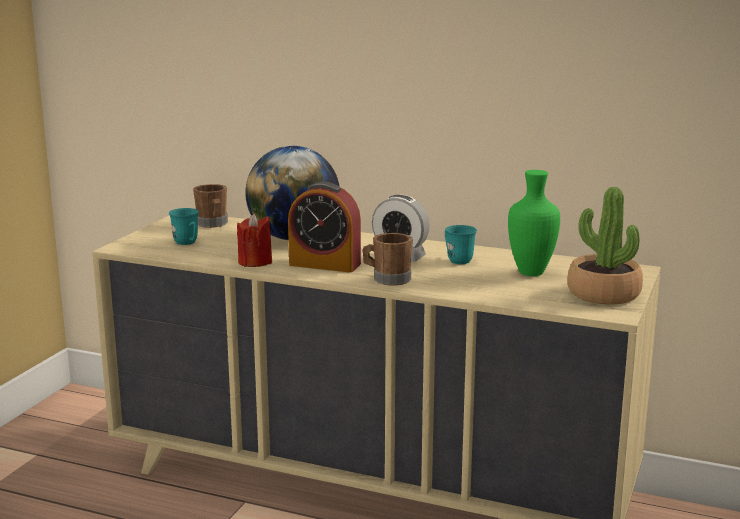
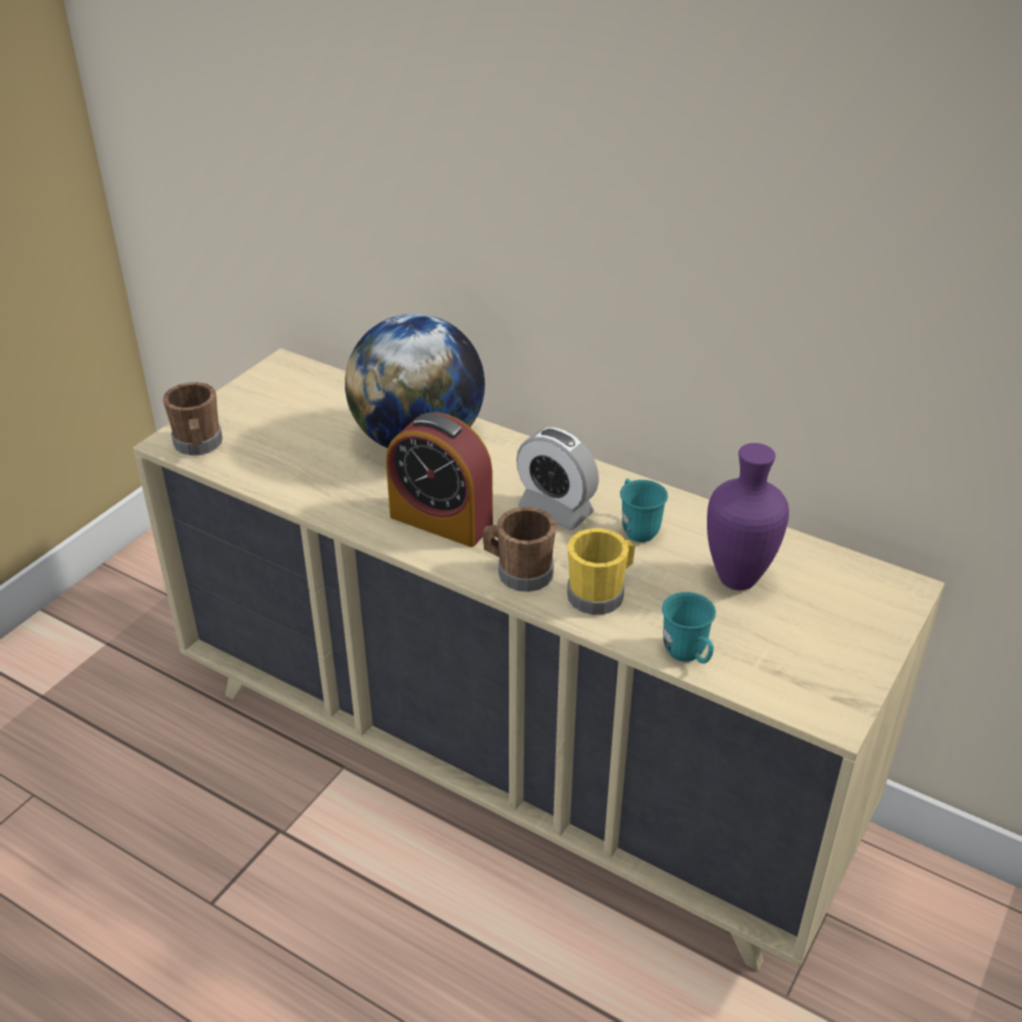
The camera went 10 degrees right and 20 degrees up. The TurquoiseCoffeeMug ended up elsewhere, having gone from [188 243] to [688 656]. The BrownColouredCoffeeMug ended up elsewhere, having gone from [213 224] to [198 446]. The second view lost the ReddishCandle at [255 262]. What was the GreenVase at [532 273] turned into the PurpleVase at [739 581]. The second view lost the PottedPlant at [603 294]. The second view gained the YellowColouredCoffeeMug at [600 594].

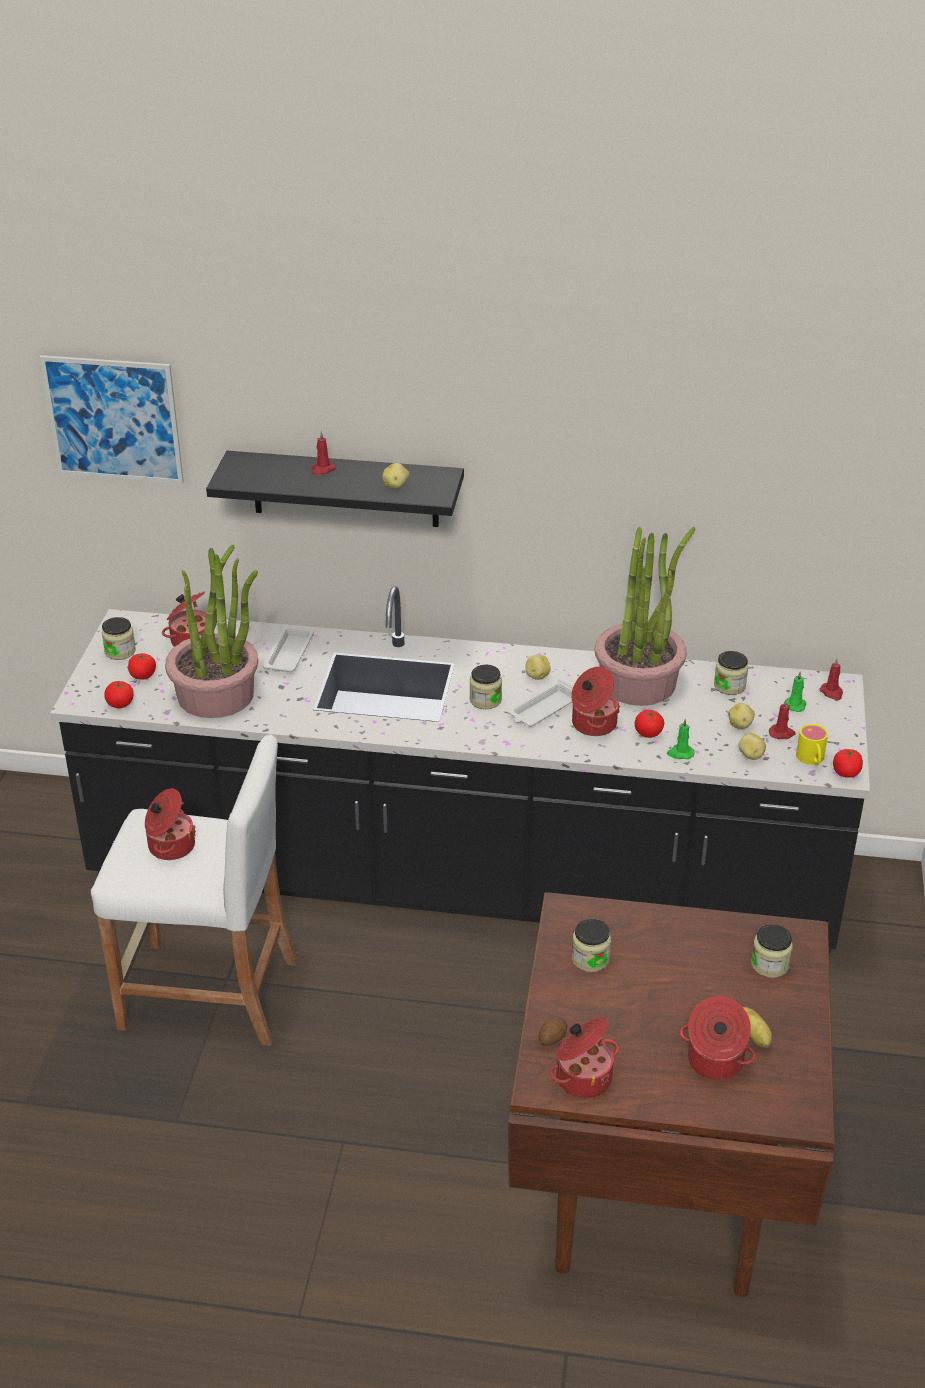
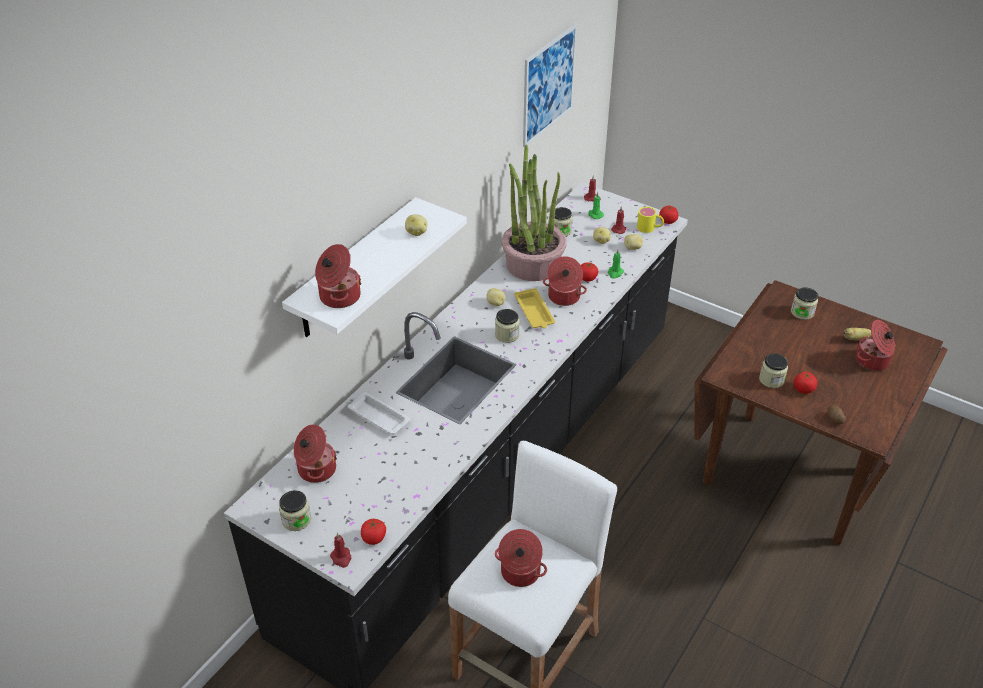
The camera went 65 degrees left and 5 degrees up. The WallArt ended up elsewhere, having gone from [113 419] to [548 85]. The Tomato ended up elsewhere, having gone from [143 675] to [803 389]. The second view lost the PottedPlant at [217 695]. What was the BlackColouredShelf at [345 489] turned into the WhitishShelf at [355 269]. The ReddishCandle ended up elsewhere, having gone from [322 470] to [341 558]. What was the WhitishCarryingTray at [544 709] turned into the YellowColouredCarryingTray at [534 312]. The Saucepot ended up elsewhere, having gone from [582 1077] to [338 296].

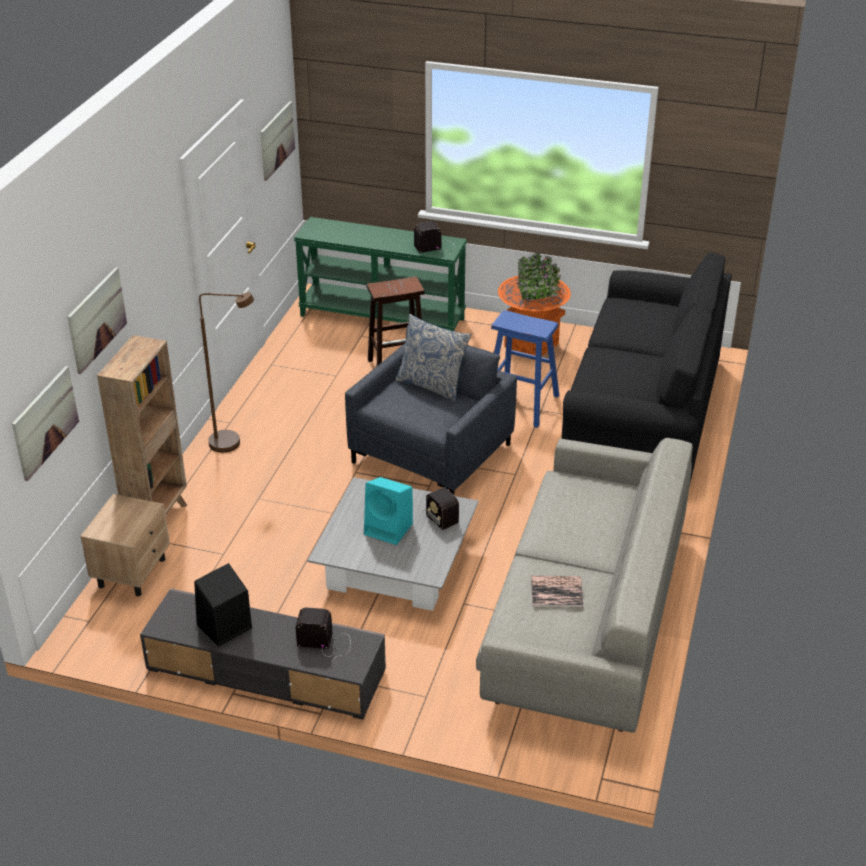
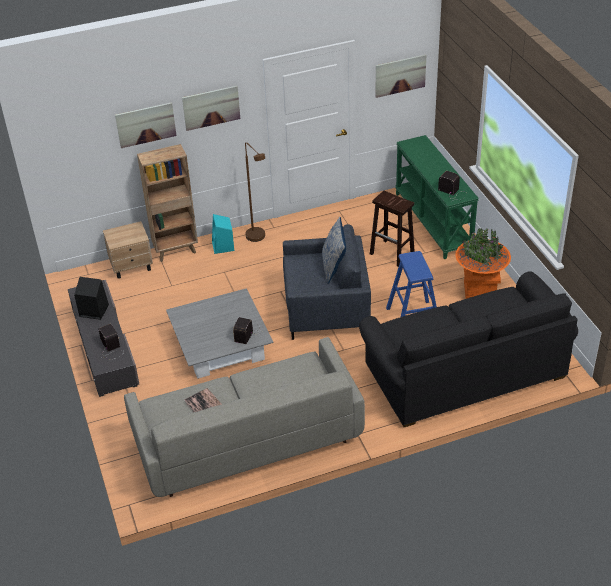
The camera went 55 degrees right and 5 degrees up. The WallArt ended up elsewhere, having gone from [45 422] to [211 107]. The TurquoiseSpeaker ended up elsewhere, having gone from [389 529] to [223 246].

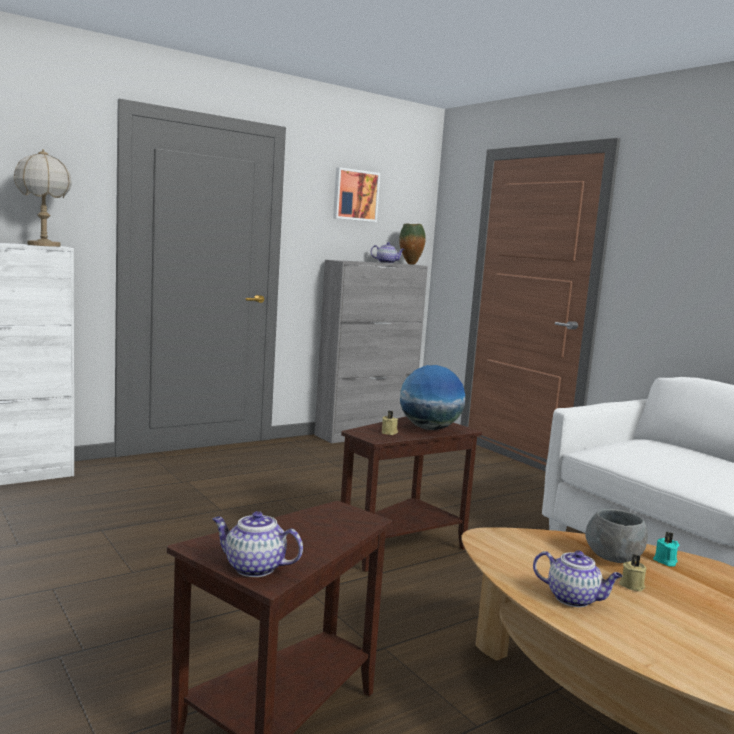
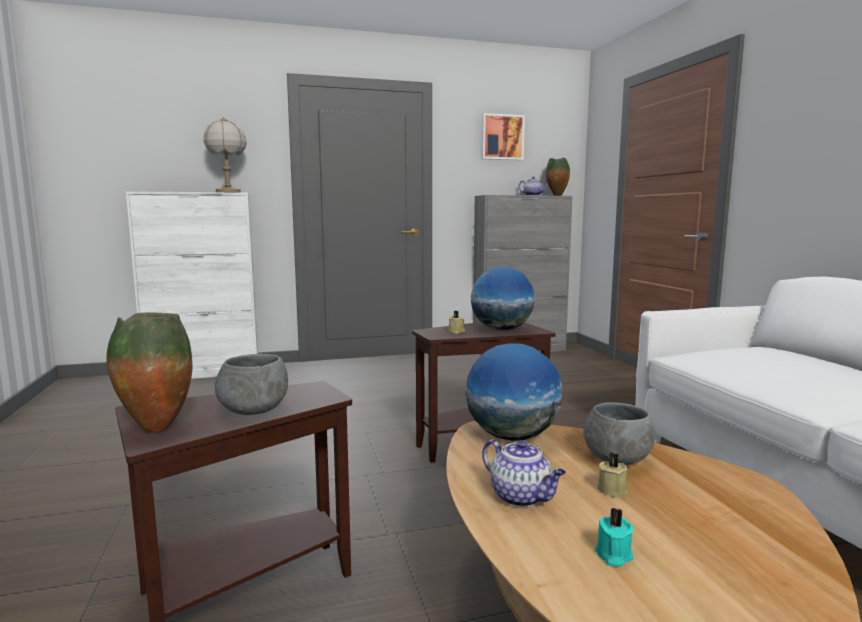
The camera went 20 degrees right and 0 degrees up. Where the TeaPot stood at [253 568], the Vase came to stand at [156 429]. The TurquoiseCandle ended up elsewhere, having gone from [665 561] to [613 555]. The second view gained the GrayBowl at [254 411]. The second view gained the WorldGlobe at [512 436].

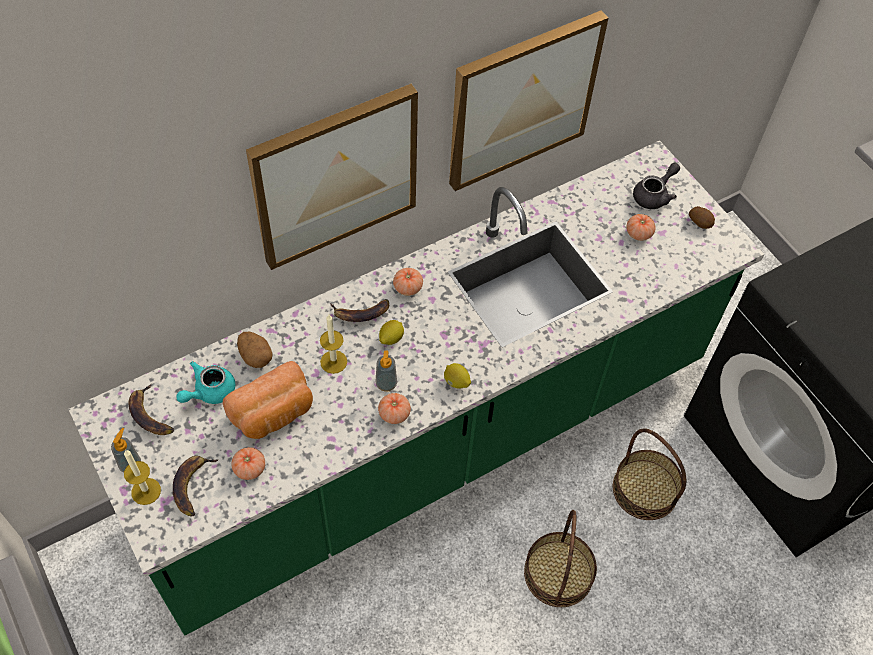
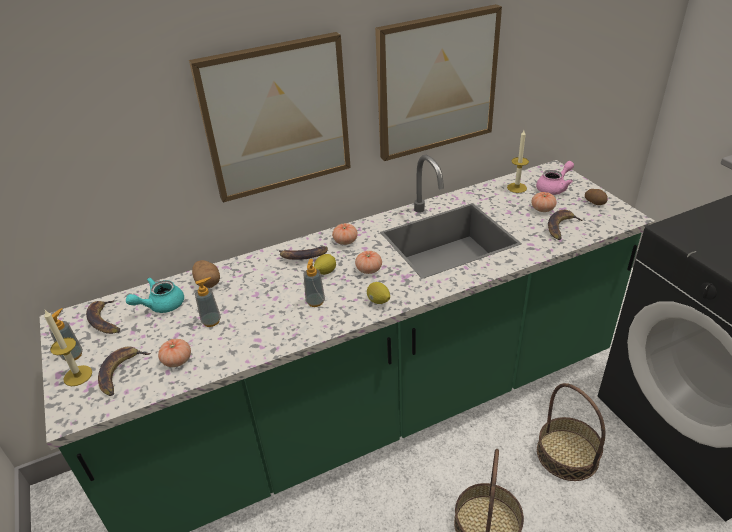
The camera went 10 degrees right and 20 degrees down. Where the BakeryBread stood at [274 414], the SoapBottle came to stand at [211 321]. The Candle ended up elsewhere, having gone from [333 362] to [517 187]. The Tomato ended up elsewhere, having gone from [394 414] to [369 269]. What was the GrayTeaPot at [654 195] turned into the PinkColouredTeaPot at [554 188]. The second view gained the Banana at [561 227].

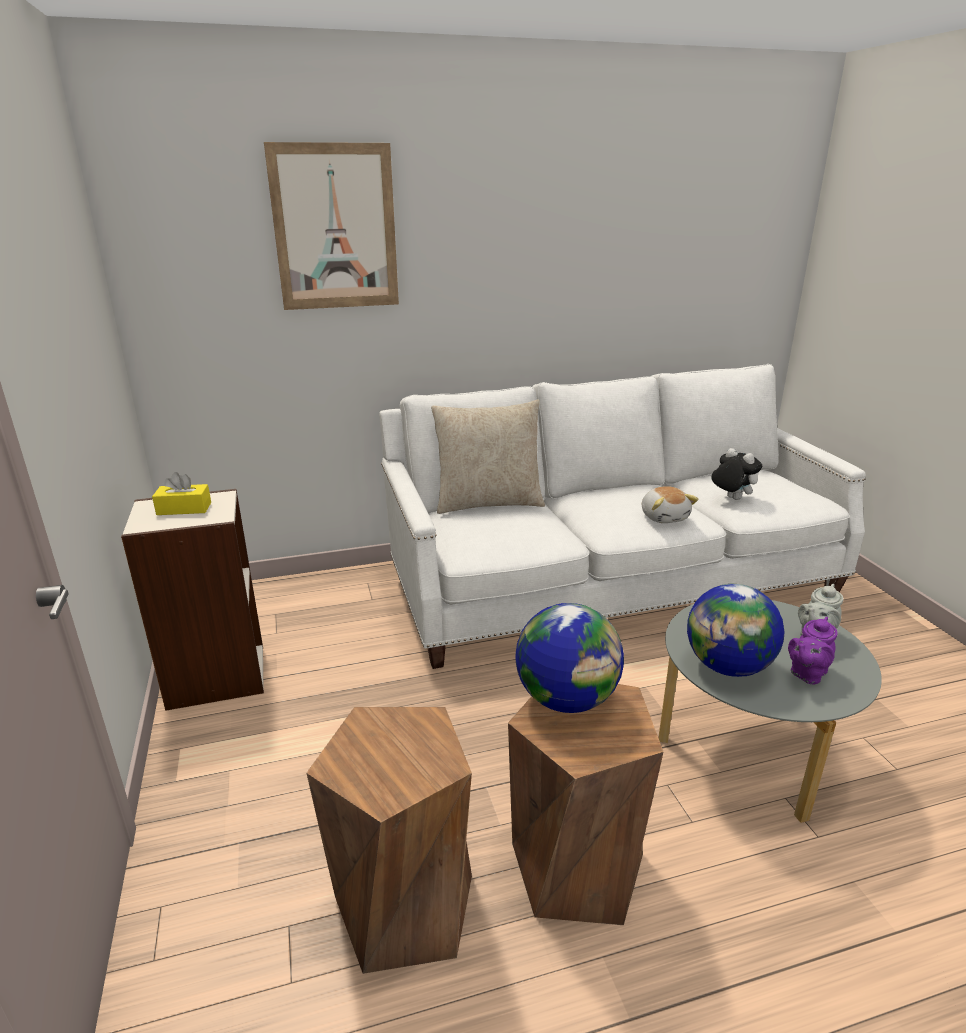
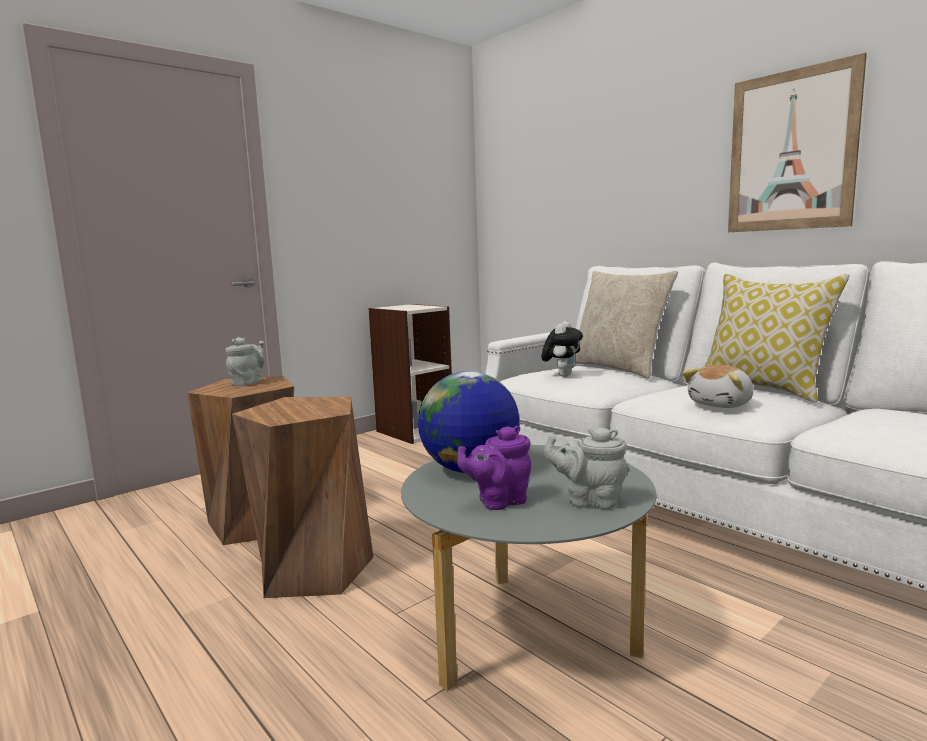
The camera went 65 degrees right and 15 degrees down. The second view lost the YellowColouredTissueBox at [184 509]. The WallArt ended up elsewhere, having gone from [335 228] to [791 151]. The second view lost the WorldGlobe at [567 699]. The SoftToy ended up elsewhere, having gone from [731 498] to [562 375]. The PurpleTeaPot at [806 673] ended up facing another way, 45 degrees counterclockwise from before. The second view gained the GrayTeaPot at [248 382]. The second view gained the Pillow at [763 388].

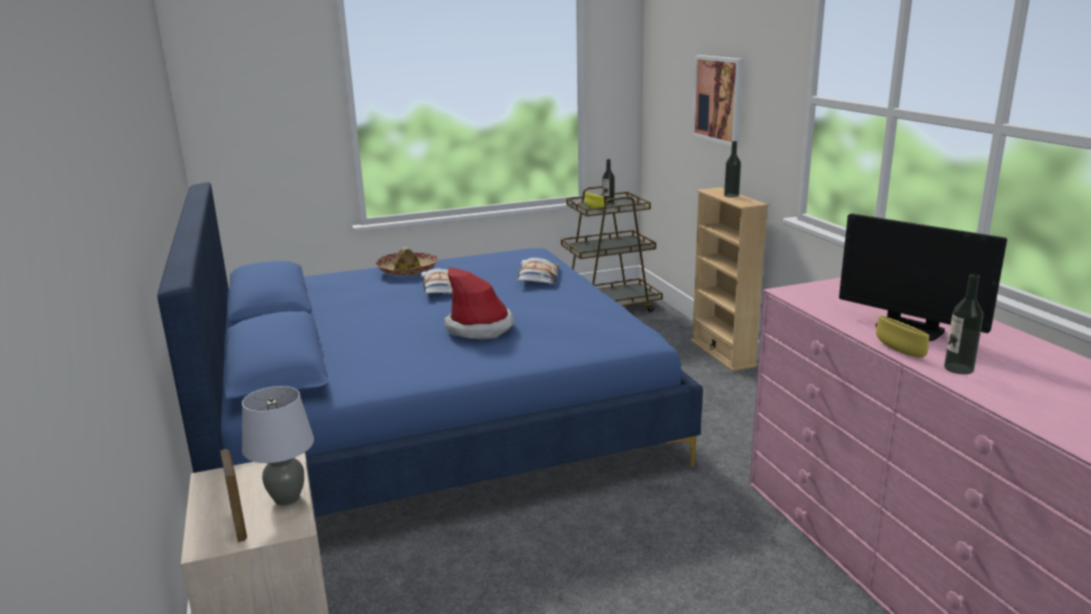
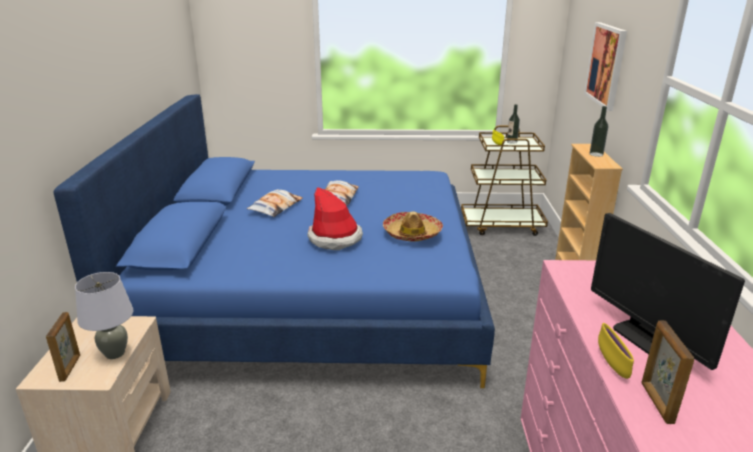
The camera went 20 degrees right and 5 degrees up. The ClothingHat ended up elsewhere, having gone from [407 270] to [412 233]. The Pillow ended up elsewhere, having gone from [537 277] to [275 207]. Where the DrinkBottle stood at [958 368], the PhotoFrame came to stand at [656 402].

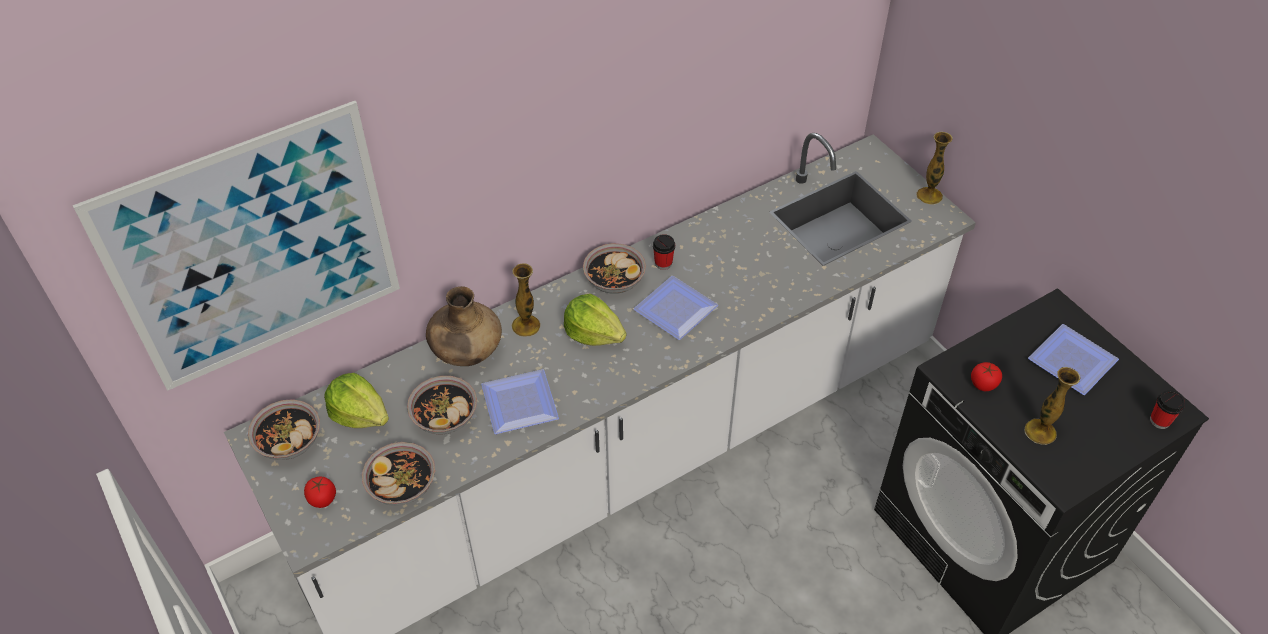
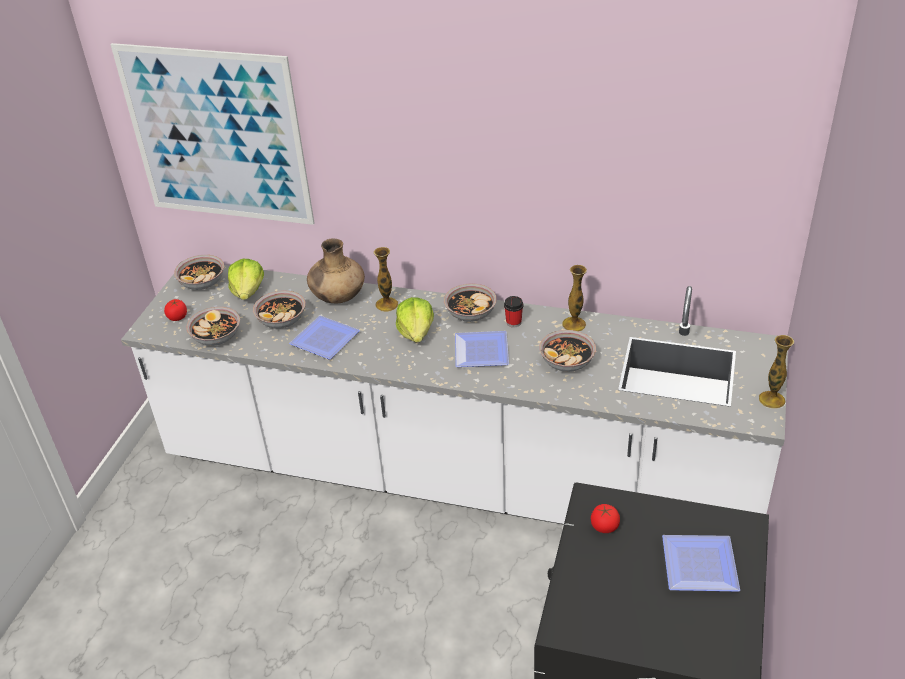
The camera went 50 degrees right and 10 degrees down. The Vase ended up elsewhere, having gone from [1040 431] to [574 324]. The second view lost the SmallCup at [1160 420]. The second view gained the Bowl at [567 362].

